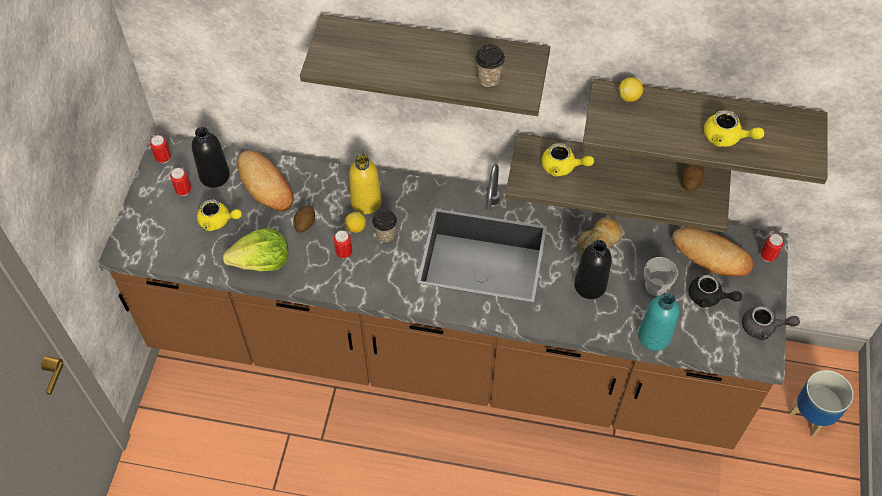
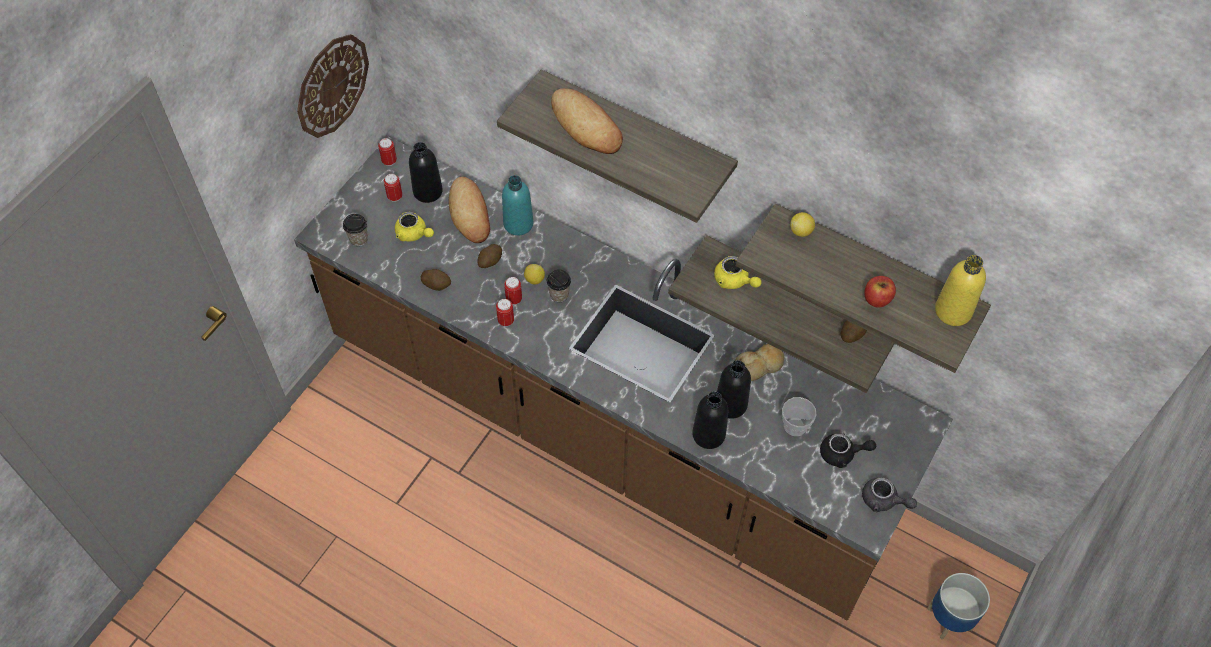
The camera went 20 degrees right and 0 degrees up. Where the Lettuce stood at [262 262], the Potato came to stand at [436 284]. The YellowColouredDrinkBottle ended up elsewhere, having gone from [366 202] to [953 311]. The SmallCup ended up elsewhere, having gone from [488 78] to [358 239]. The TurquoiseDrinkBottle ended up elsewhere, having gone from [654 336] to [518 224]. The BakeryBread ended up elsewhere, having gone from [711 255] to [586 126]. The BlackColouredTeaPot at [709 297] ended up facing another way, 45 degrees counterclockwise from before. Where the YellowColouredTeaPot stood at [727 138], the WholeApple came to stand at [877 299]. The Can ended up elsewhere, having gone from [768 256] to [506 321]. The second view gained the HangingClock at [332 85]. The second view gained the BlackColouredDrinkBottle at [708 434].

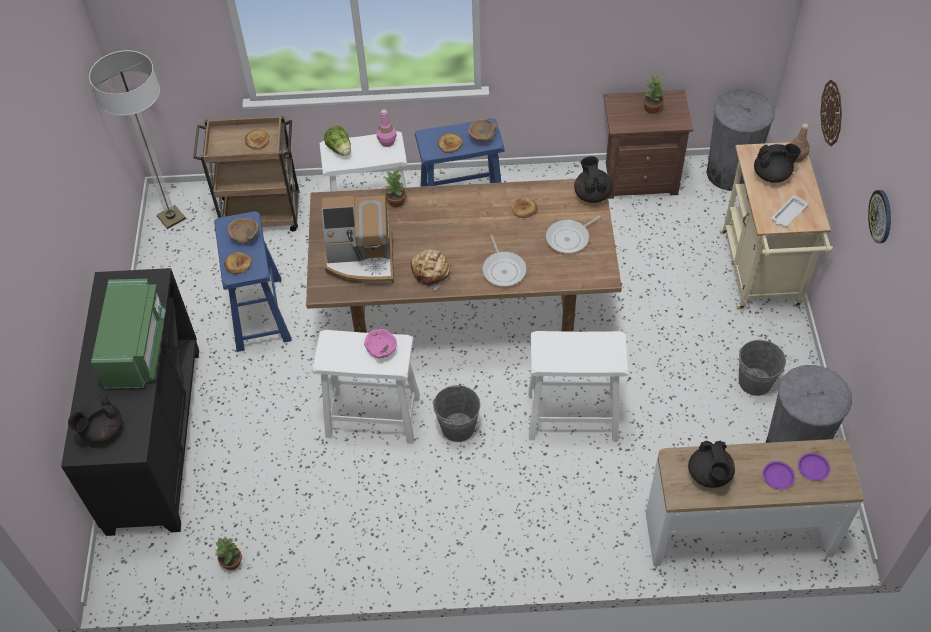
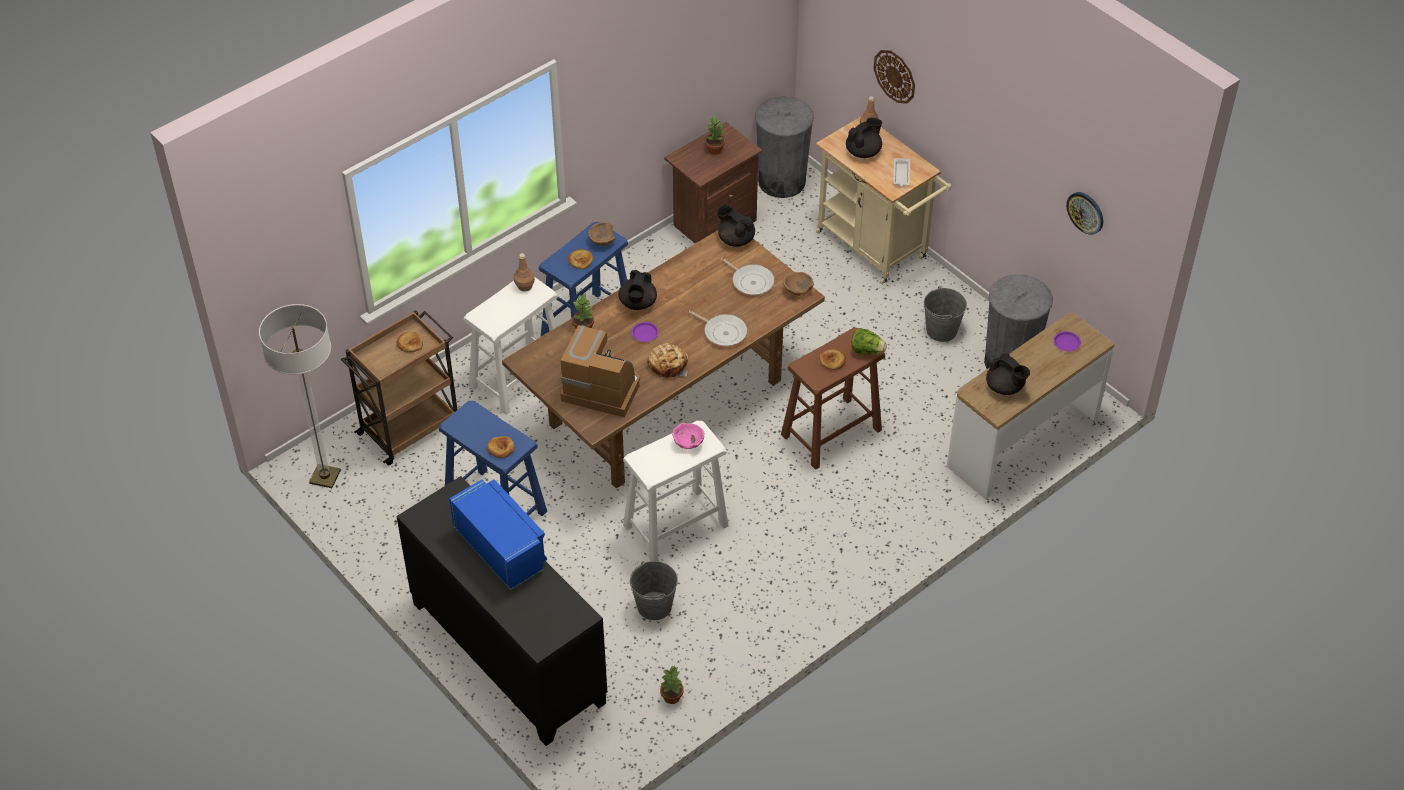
The camera went 40 degrees left and 5 degrees down. The BlackColouredTeaPot ended up elsewhere, having gone from [102 430] to [637 303]. What was the GreenMicrowaveOven at [136 348] turned into the BlueMicrowaveOven at [501 549]. The BrownColouredBowl ended up elsewhere, having gone from [246 236] to [797 290]. The CoffeeBrewer at [361 259] ended up facing another way, 120 degrees counterclockwise from before. The Lettuce ended up elsewhere, having gone from [340 149] to [867 350]. What was the PinkColouredDrinkBottle at [387 142] turned into the BrownColouredDrinkBottle at [525 286]. The GrayBucket ended up elsewhere, having gone from [458 427] to [654 606]. The BakeryBread ended up elsewhere, having gone from [524 209] to [832 361]. What was the WhitishStool at [572 415] turned into the BrownColouredStool at [830 433]. The Pan at [570 238] ended up facing another way, 60 degrees counterclockwise from before. The PurpleFlatDish ended up elsewhere, having gone from [778 476] to [645 333]. The HangingClock ended up elsewhere, having gone from [881 216] to [1085 212].

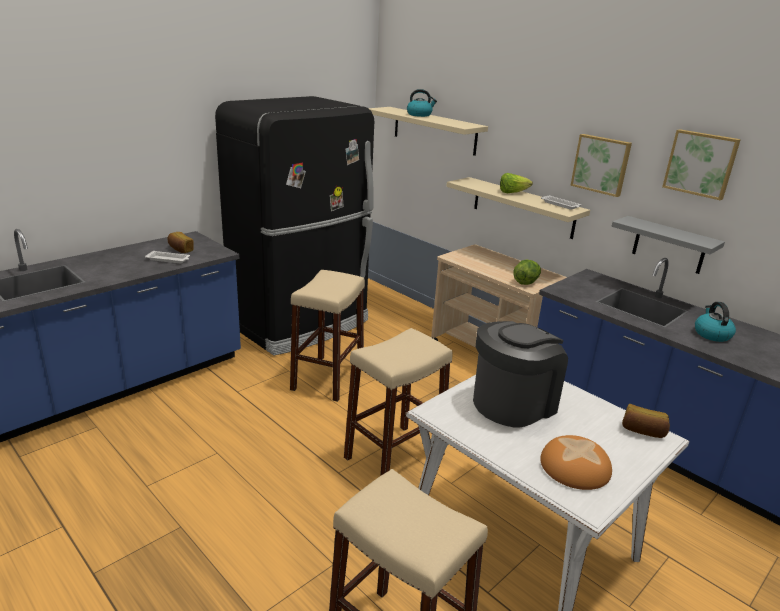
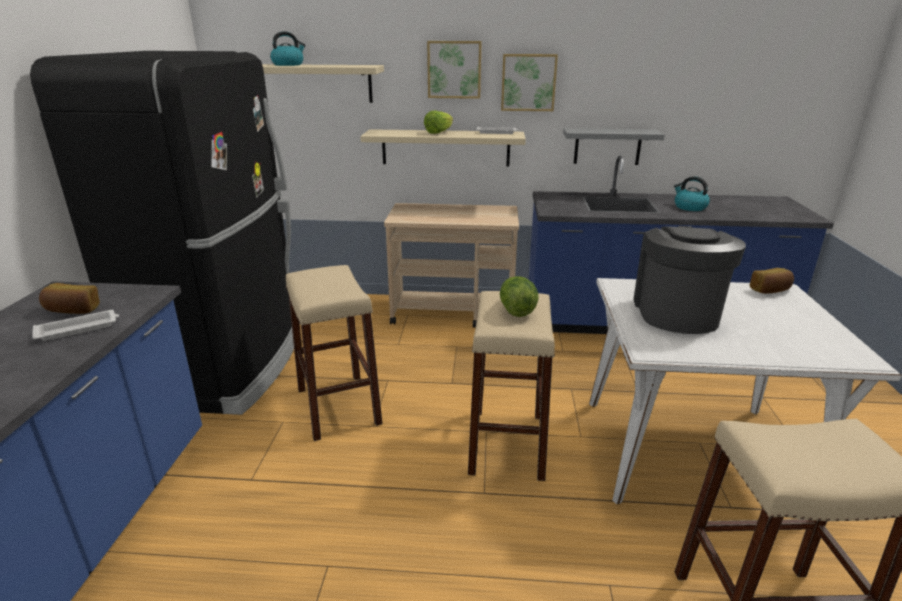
The camera went 40 degrees left and 0 degrees up. The Lettuce ended up elsewhere, having gone from [526 282] to [516 310]. The second view lost the BakeryBread at [574 467]. The WallArt ended up elsewhere, having gone from [701 164] to [454 69].

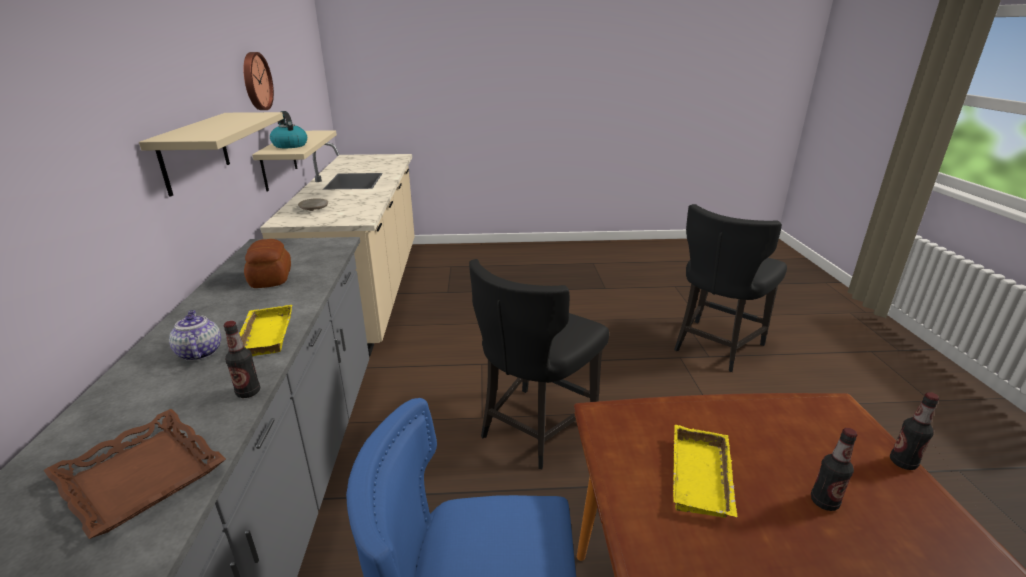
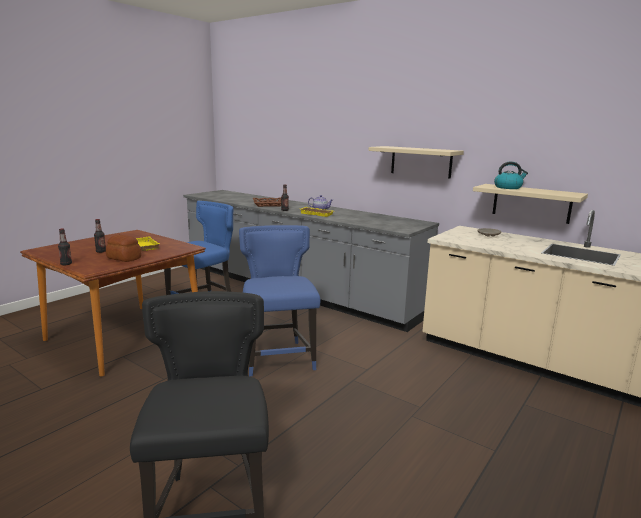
The camera went 130 degrees right and 10 degrees down. The second view lost the HangingClock at [255 81]. The BakeryBread ended up elsewhere, having gone from [270 278] to [124 258]. What was the BlackColouredPlainChair at [534 428] turned into the BluePlainChair at [279 357].

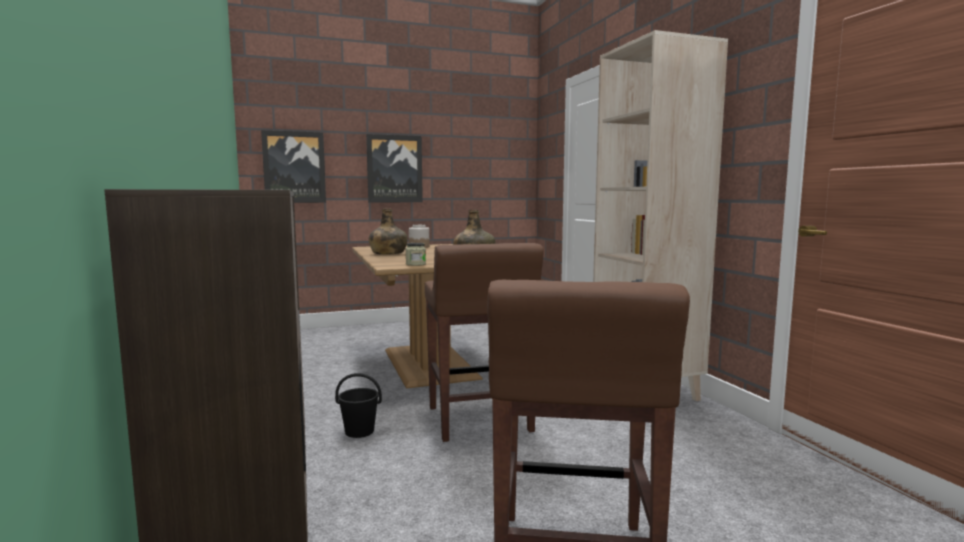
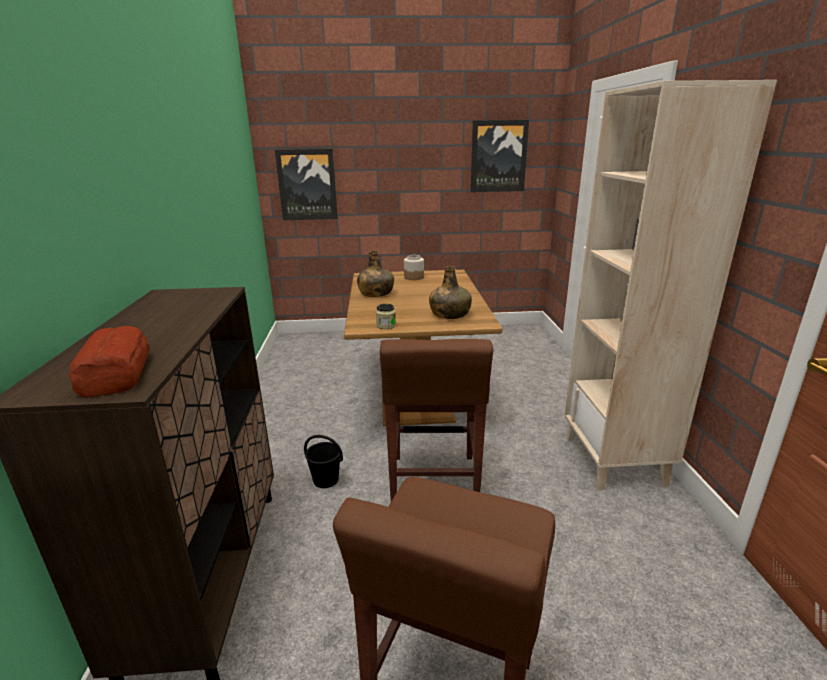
The camera went 15 degrees right and 15 degrees up. The WallArt ended up elsewhere, having gone from [394 169] to [498 156]. The second view gained the BakeryBread at [115 374].

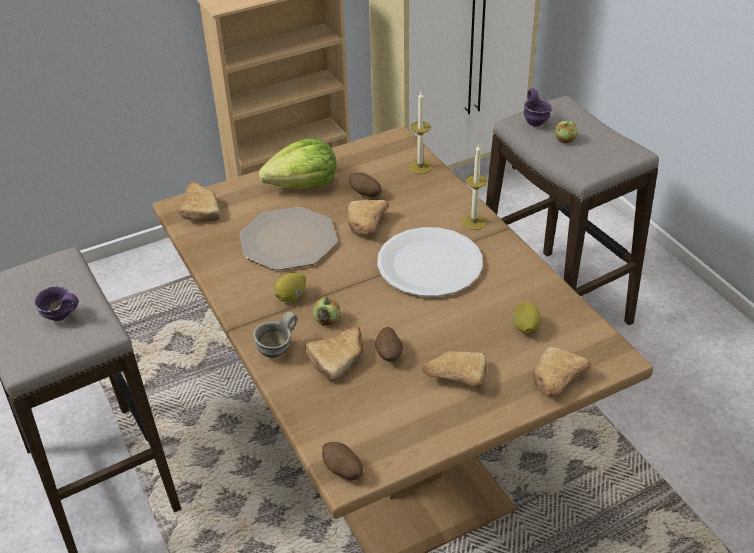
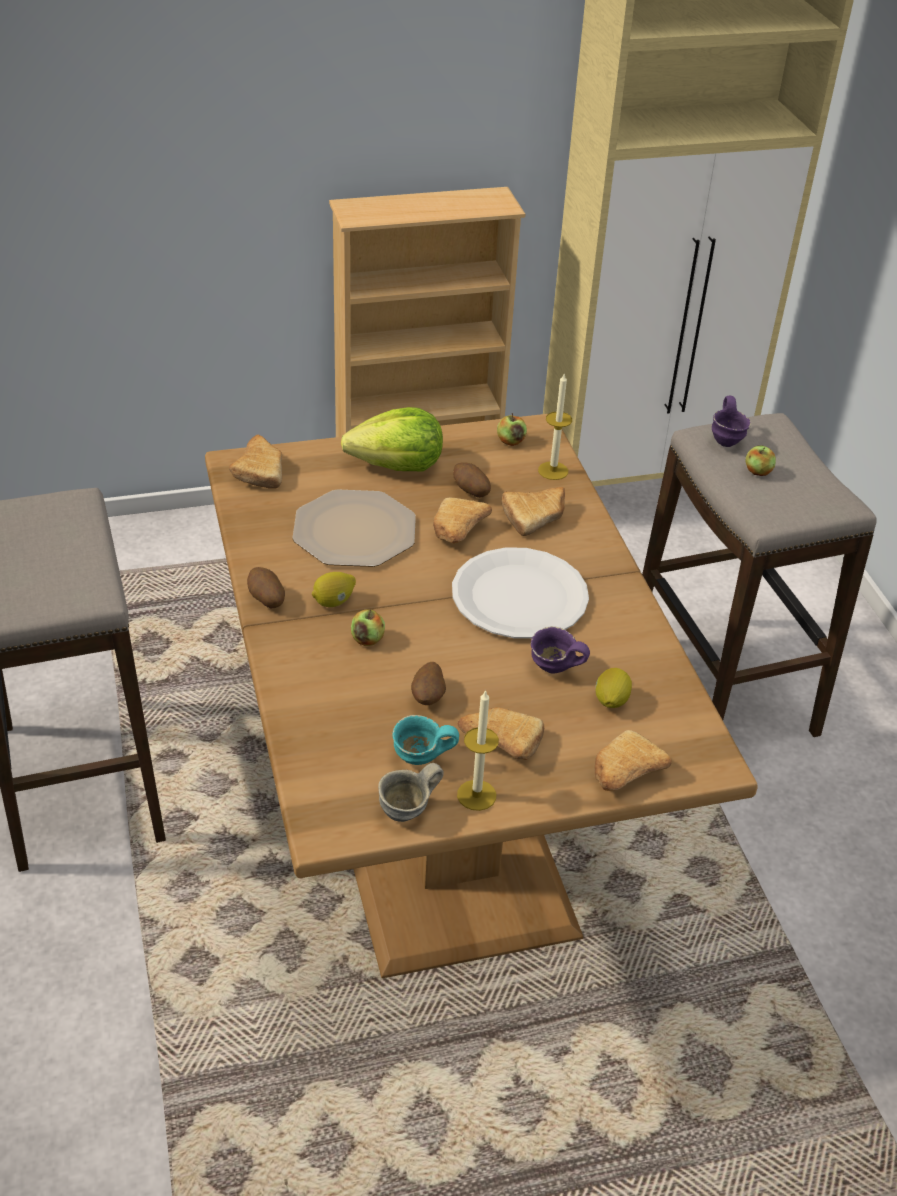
The camera went 10 degrees right and 0 degrees up. The PurpleCoffeeMug ended up elsewhere, having gone from [61 319] to [554 671]. The GrayCoffeeMug ended up elsewhere, having gone from [278 352] to [409 813]. The BakeryBread ended up elsewhere, having gone from [340 358] to [537 517]. The Potato ended up elsewhere, having gone from [342 471] to [266 600]. The Candle ended up elsewhere, having gone from [474 222] to [476 795]. The second view gained the TurquoiseCoffeeMug at [421 761]. The second view gained the WholeApple at [510 441].

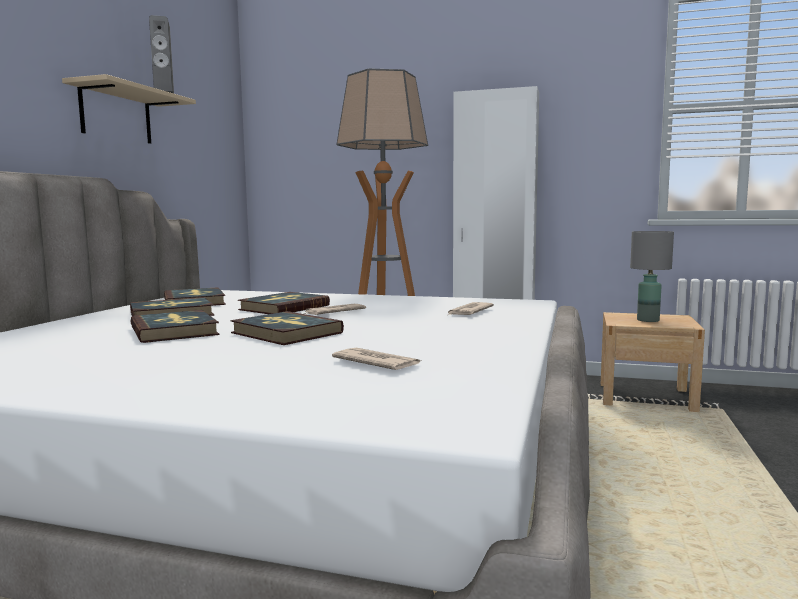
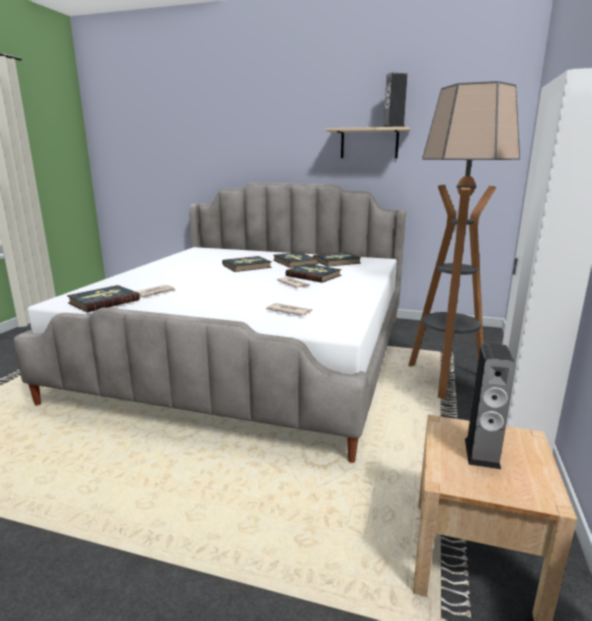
The camera went 90 degrees right and 10 degrees up. The Book ended up elsewhere, having gone from [286 333] to [104 301]. Where the GrayTabletopLamp stood at [647 320], the Speaker came to stand at [482 453].

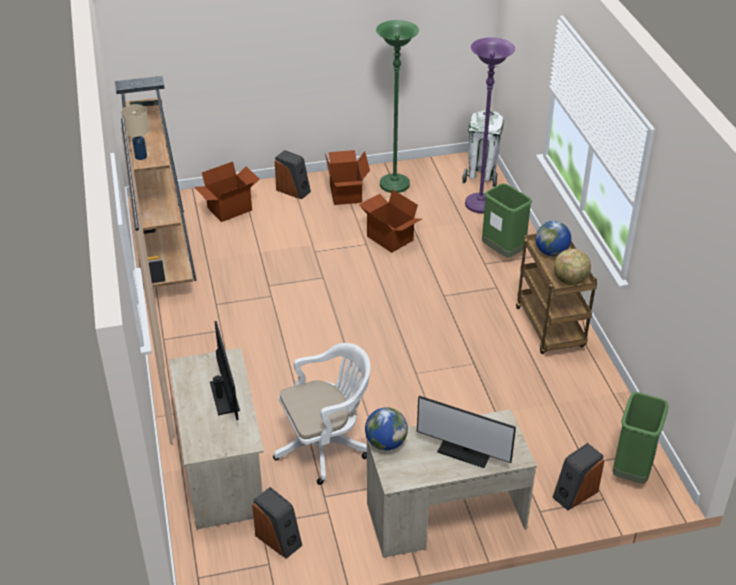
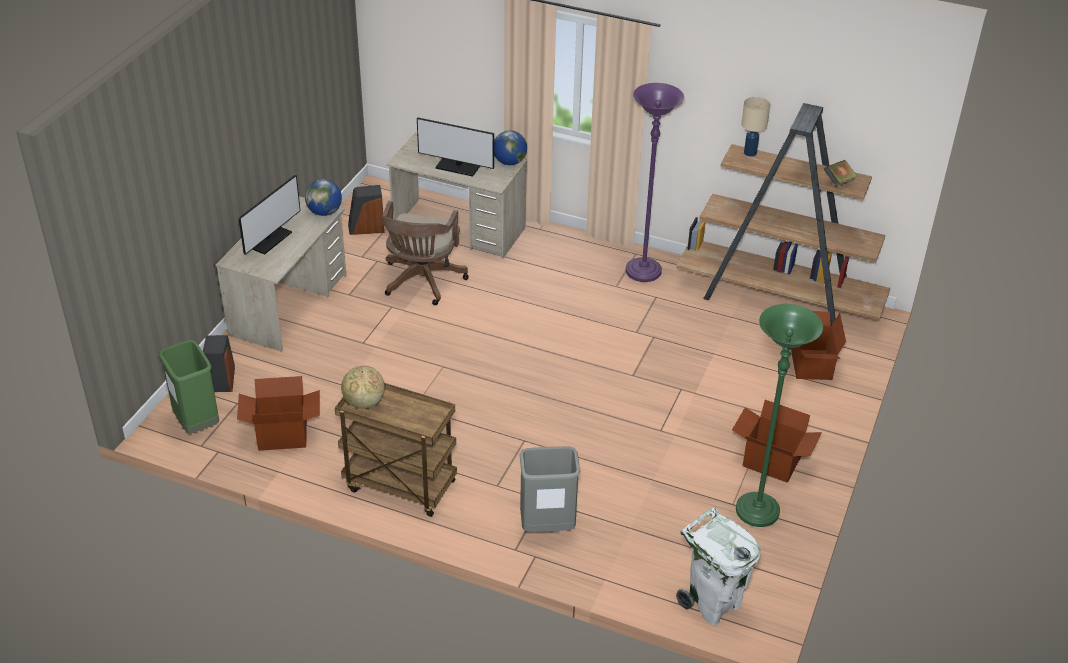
The camera went 125 degrees right and 0 degrees up. What was the WhitishComputerChair at [326 446] turned into the BrownColouredComputerChair at [422 282]. The second view lost the Speaker at [293 190]. The CardboardBox ended up elsewhere, having gone from [389 238] to [283 434]. The ComputerDisplay at [464 452] ended up facing another way, 150 degrees clockwise from before. The PurpleStandardLamp ended up elsewhere, having gone from [480 205] to [643 272]. What was the GreenWasteBin at [503 252] turned into the GrayWasteBin at [547 526]. The WorldGlobe ended up elsewhere, having gone from [551 252] to [509 162].

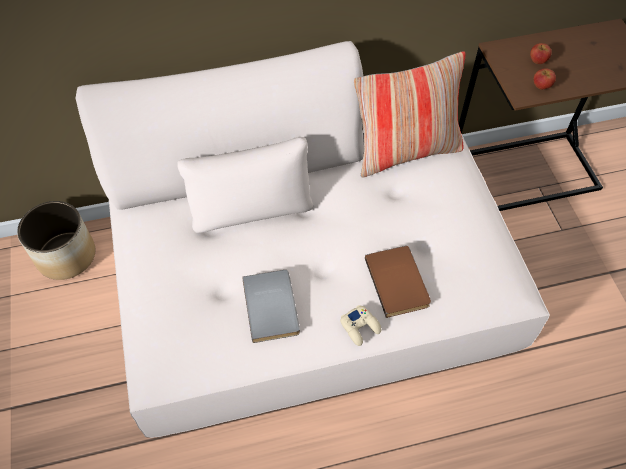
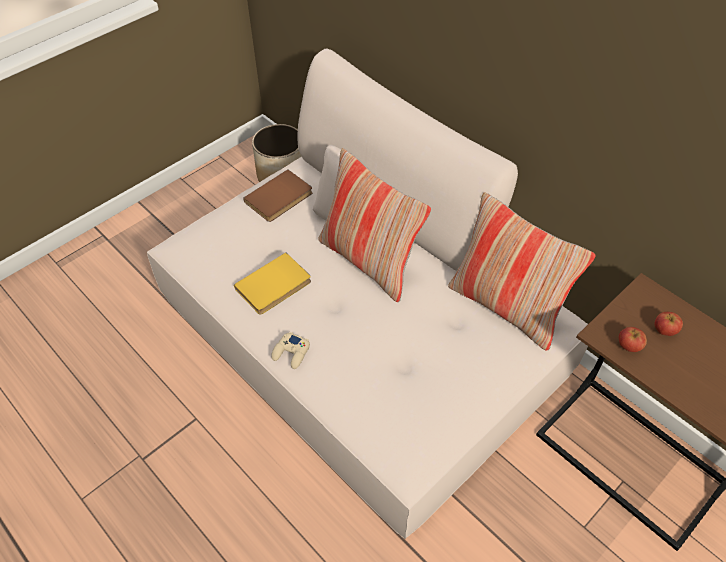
The camera went 60 degrees right and 5 degrees down. What was the GrayBook at [273 306] turned into the YellowColouredBook at [275 286]. The BrownColouredBook ended up elsewhere, having gone from [399 282] to [280 198]. The second view gained the Pillow at [369 261].

